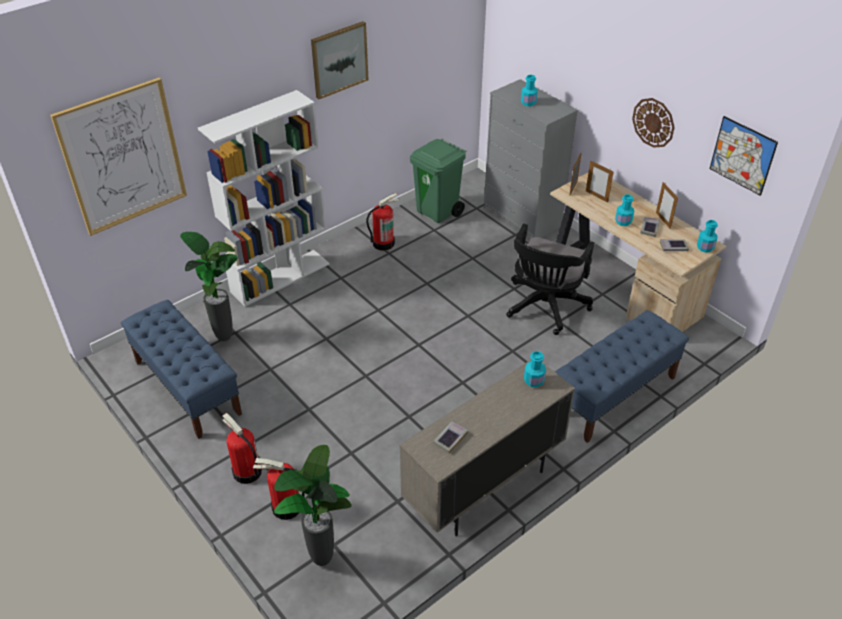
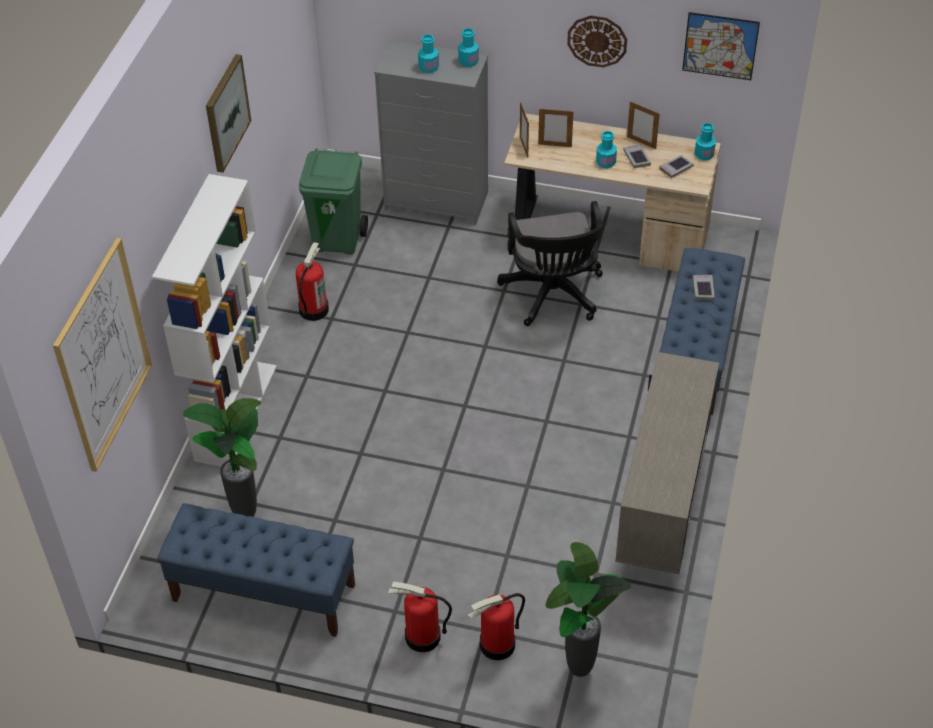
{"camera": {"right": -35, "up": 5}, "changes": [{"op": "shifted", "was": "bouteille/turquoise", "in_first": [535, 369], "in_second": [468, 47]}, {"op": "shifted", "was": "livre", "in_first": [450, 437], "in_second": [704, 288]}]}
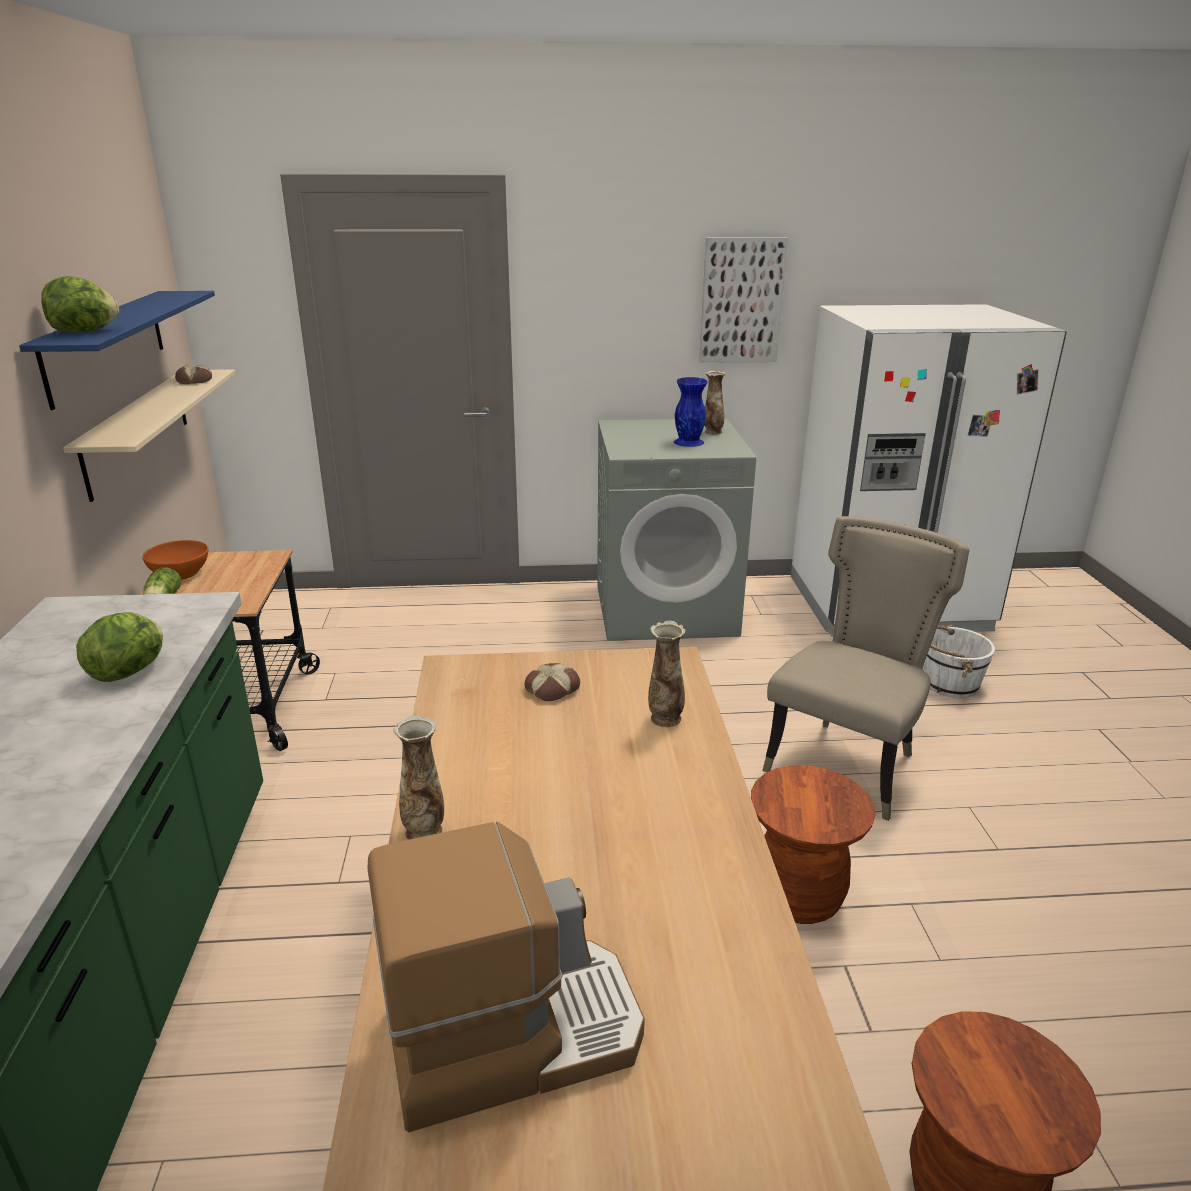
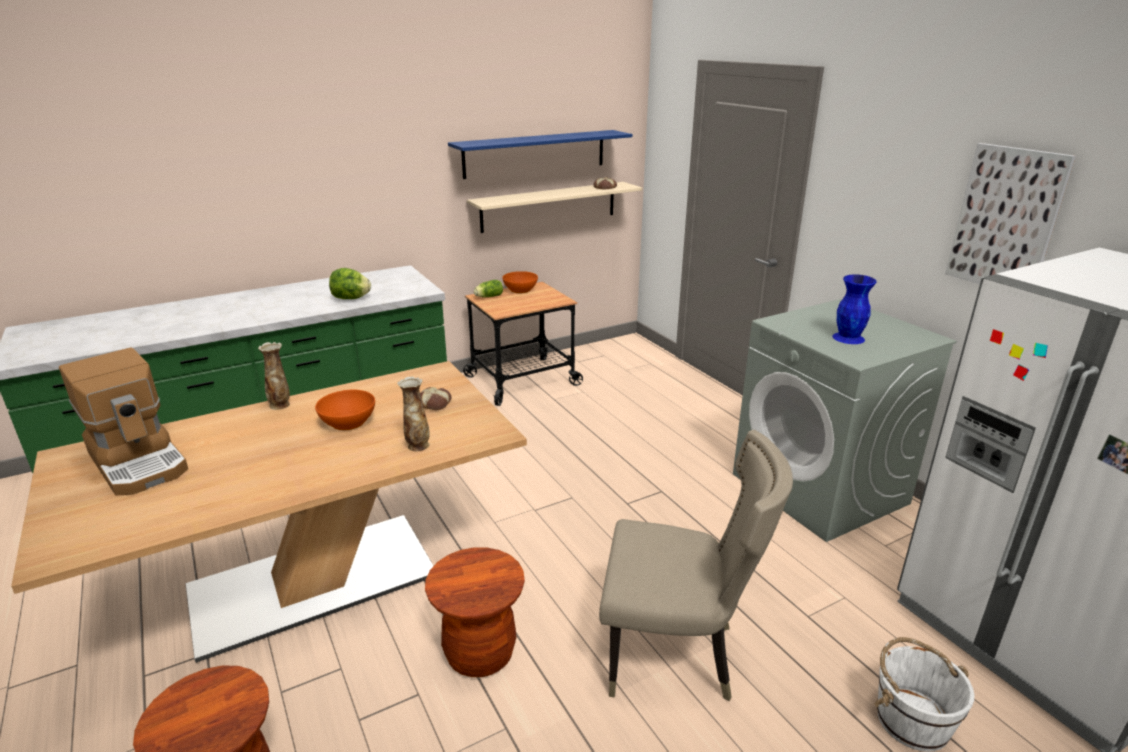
{"camera": {"right": 65, "up": 0}, "changes": [{"op": "new", "now": "bol/orange", "in_second": [345, 410]}, {"op": "gone", "was": "laitue", "in_first": [80, 304]}, {"op": "gone", "was": "vase", "in_first": [714, 403]}]}
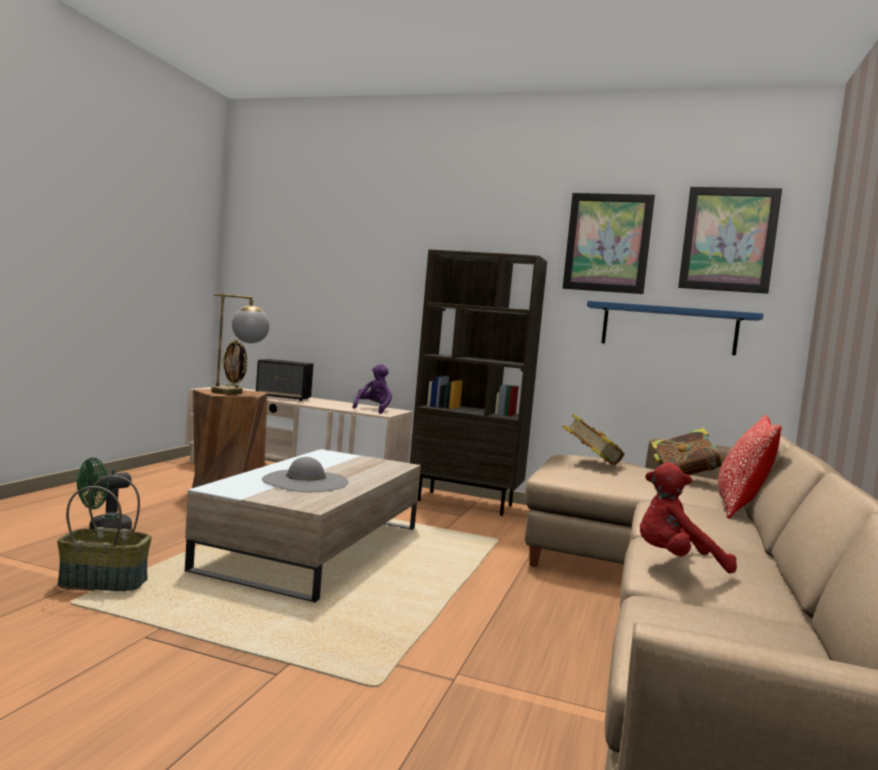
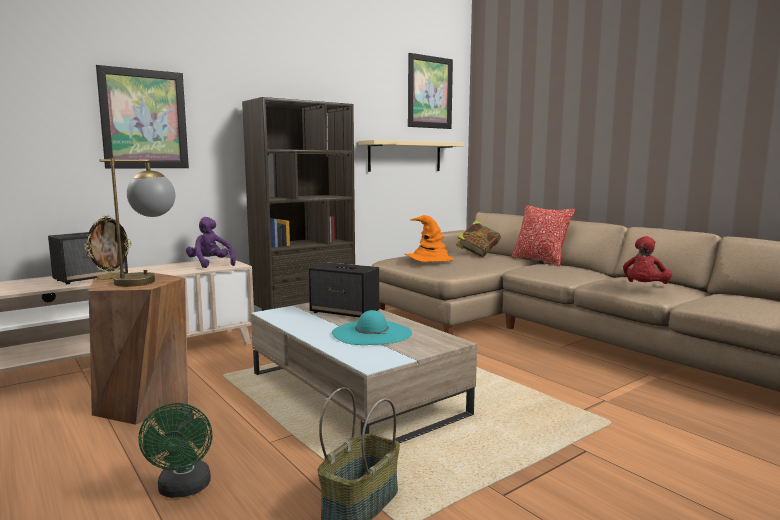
{"camera": {"right": -55, "up": 5}, "changes": [{"op": "shifted", "was": "tableau", "in_first": [609, 243], "in_second": [142, 117]}, {"op": "new", "now": "enceinte", "in_second": [344, 290]}, {"op": "repainted", "was": "chapeau/gris", "now": "chapeau/turquoise", "in_first": [305, 474], "in_second": [372, 327]}, {"op": "repainted", "was": "étagère/bleu", "now": "étagère/beige", "in_first": [675, 328], "in_second": [411, 156]}, {"op": "swapped", "was": "livre", "now": "chapeau/orange", "in_first": [593, 439], "in_second": [429, 238]}]}
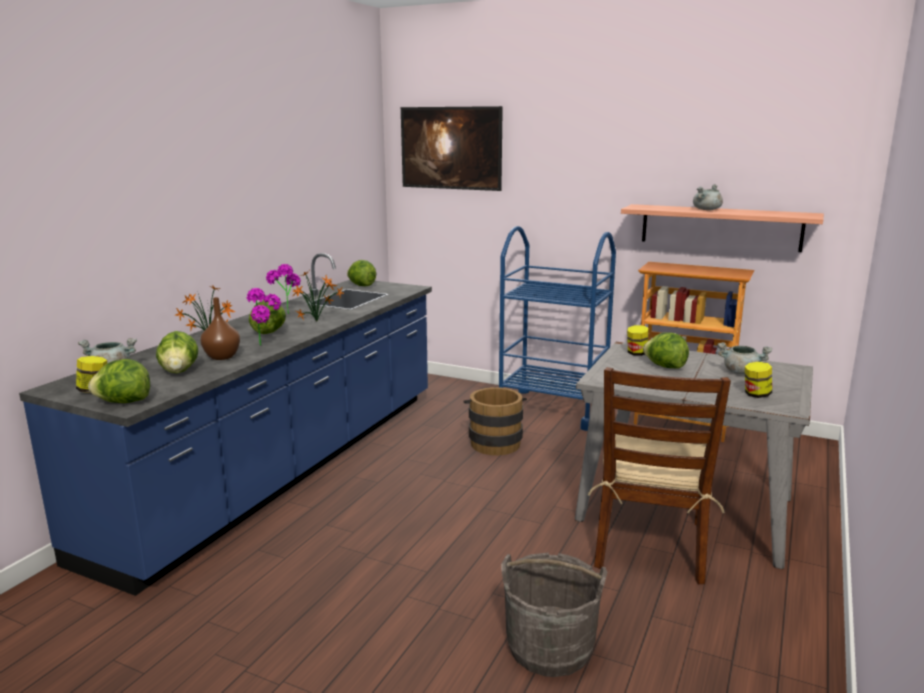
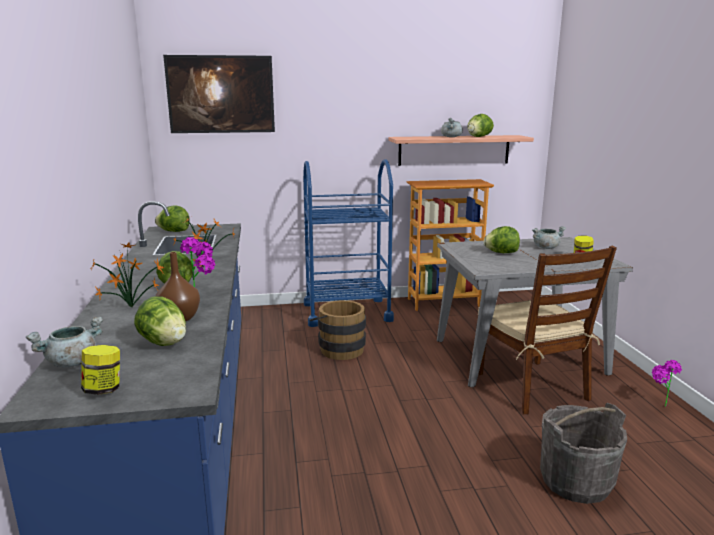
{"camera": {"right": -35, "up": 0}, "changes": [{"op": "shifted", "was": "laitue", "in_first": [119, 381], "in_second": [480, 125]}, {"op": "shifted", "was": "plante en pot", "in_first": [283, 289], "in_second": [667, 383]}, {"op": "gone", "was": "bocal", "in_first": [638, 340]}]}
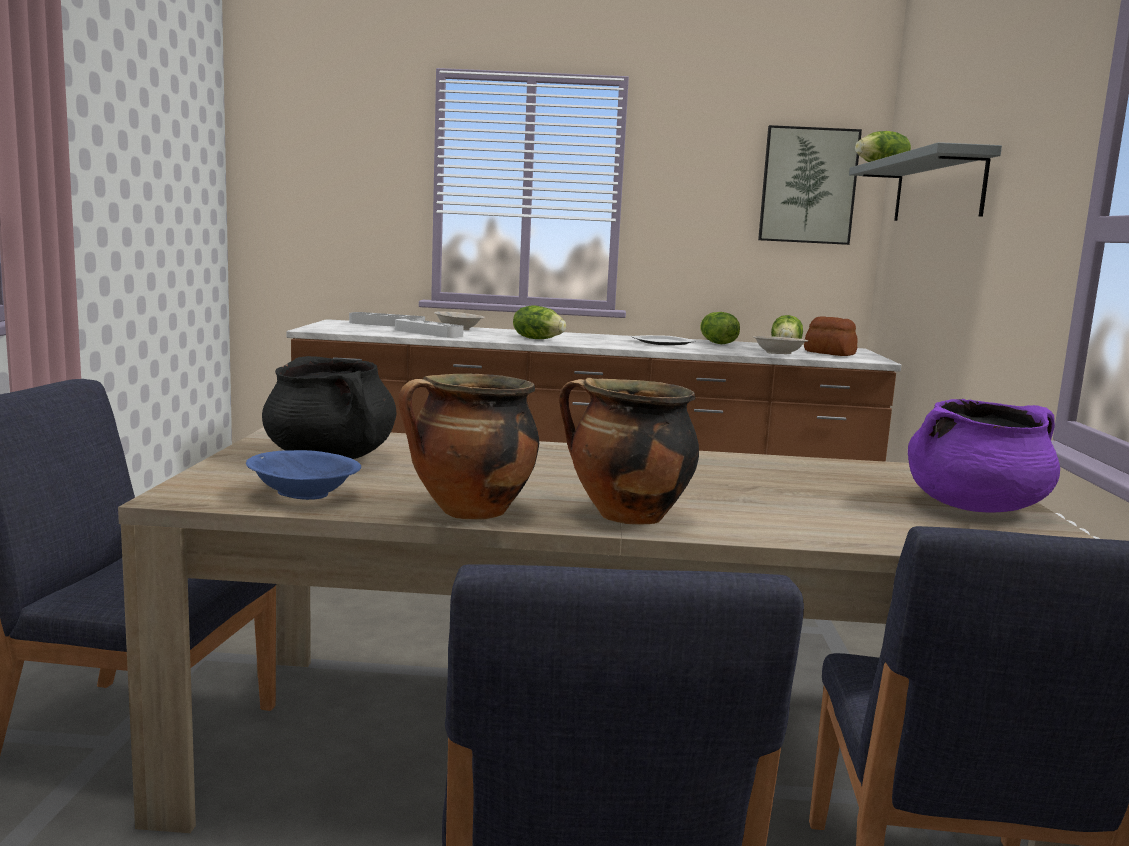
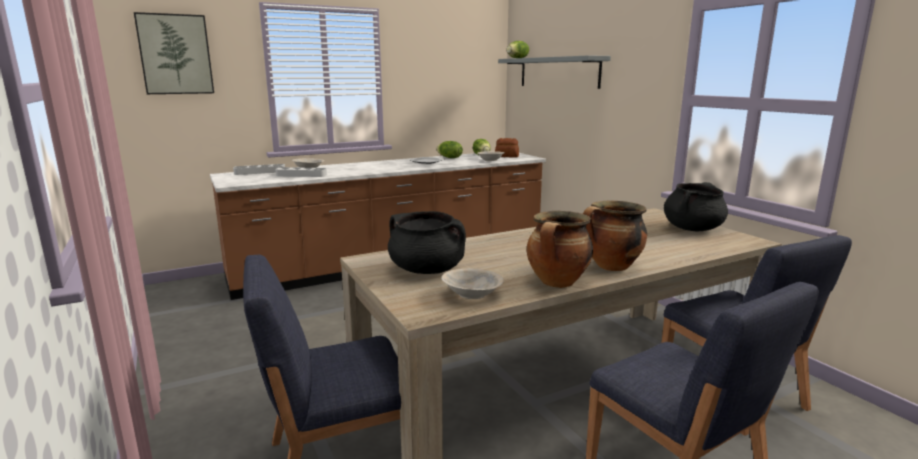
{"camera": {"right": -30, "up": 5}, "changes": [{"op": "shifted", "was": "tableau", "in_first": [810, 185], "in_second": [174, 53]}, {"op": "repainted", "was": "bol/bleu", "now": "bol/beige", "in_first": [303, 475], "in_second": [472, 284]}, {"op": "repainted", "was": "marmite/violet", "now": "marmite/noir", "in_first": [984, 456], "in_second": [696, 206]}, {"op": "gone", "was": "laitue", "in_first": [539, 322]}]}
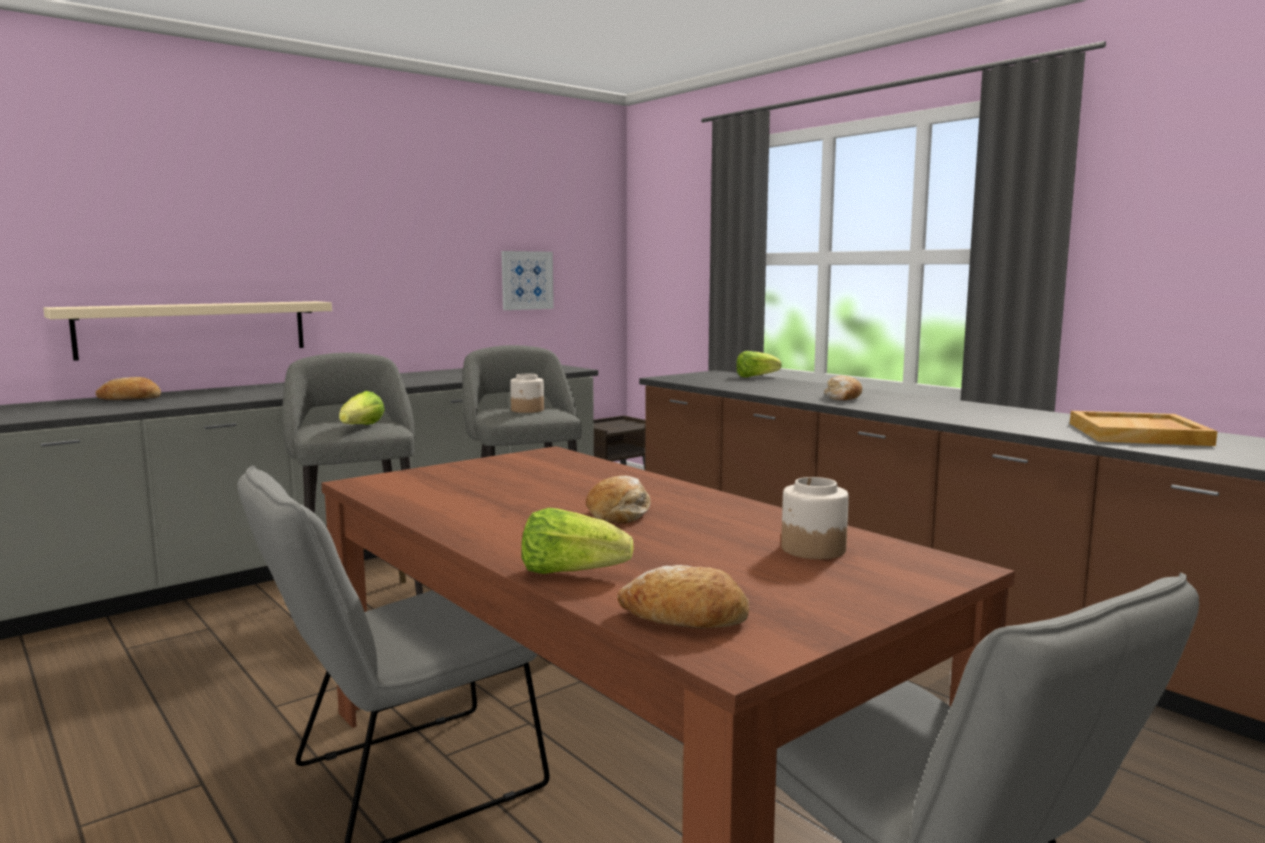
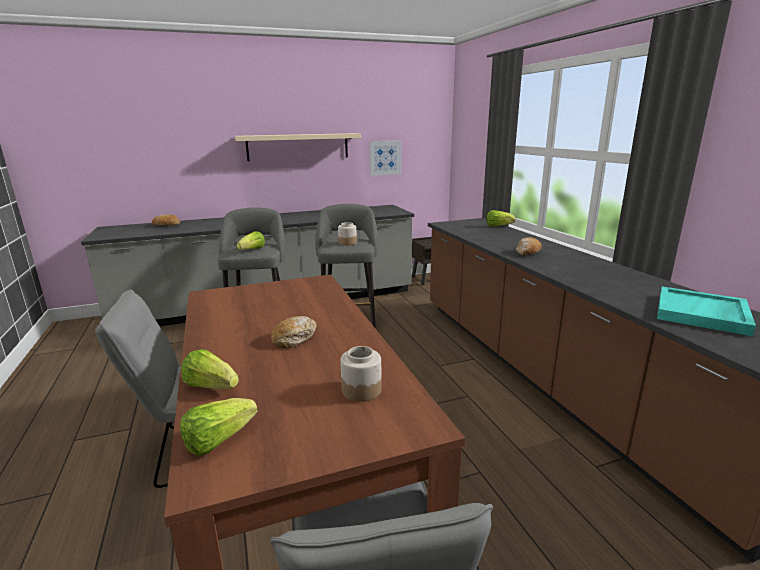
{"camera": {"right": 20, "up": 10}, "changes": [{"op": "swapped", "was": "pain", "now": "laitue", "in_first": [683, 597], "in_second": [219, 427]}, {"op": "shifted", "was": "étagère/beige", "in_first": [187, 331], "in_second": [298, 147]}, {"op": "repainted", "was": "plateau/beige", "now": "plateau/turquoise", "in_first": [1143, 428], "in_second": [706, 311]}]}
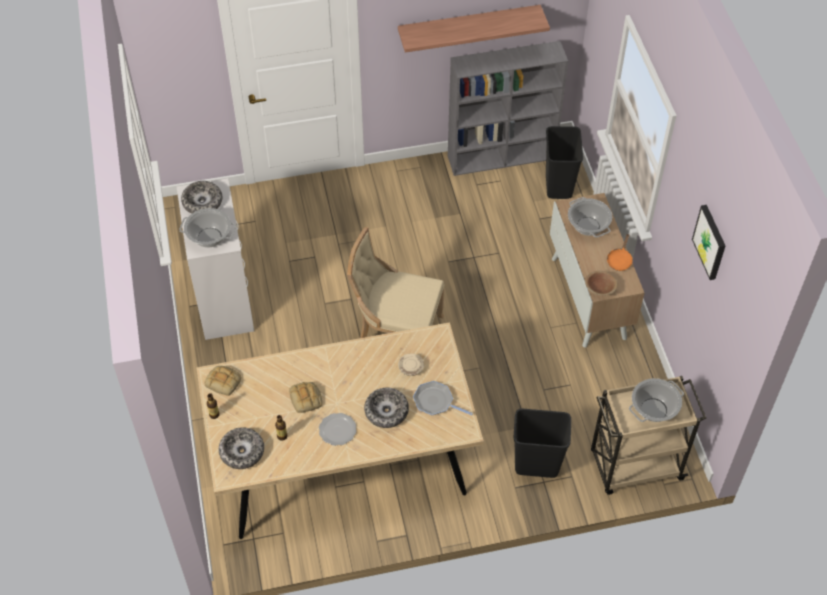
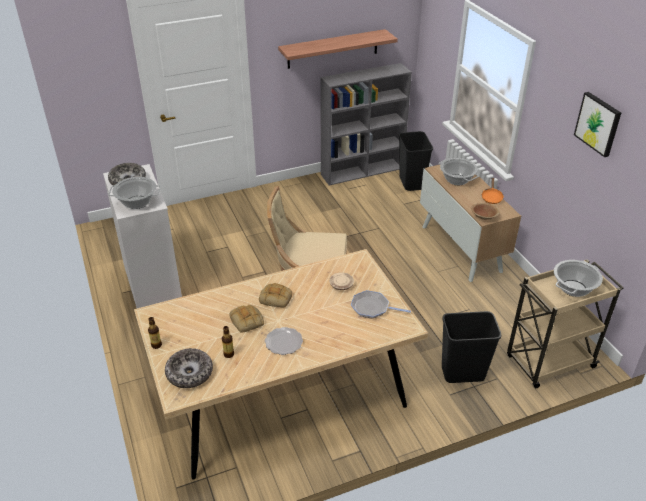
{"camera": {"right": -10, "up": -15}, "changes": [{"op": "shifted", "was": "pain", "in_first": [223, 381], "in_second": [275, 295]}, {"op": "gone", "was": "bol", "in_first": [386, 408]}]}
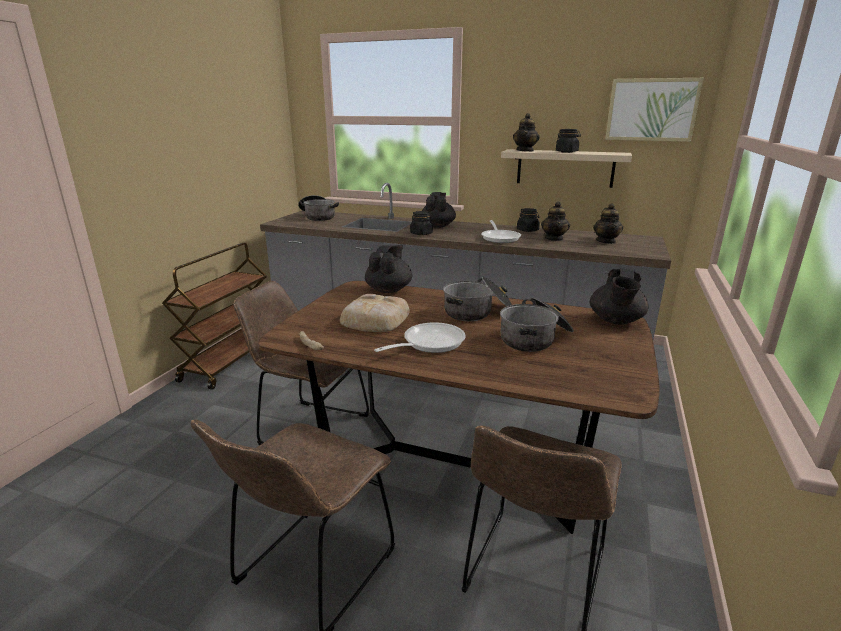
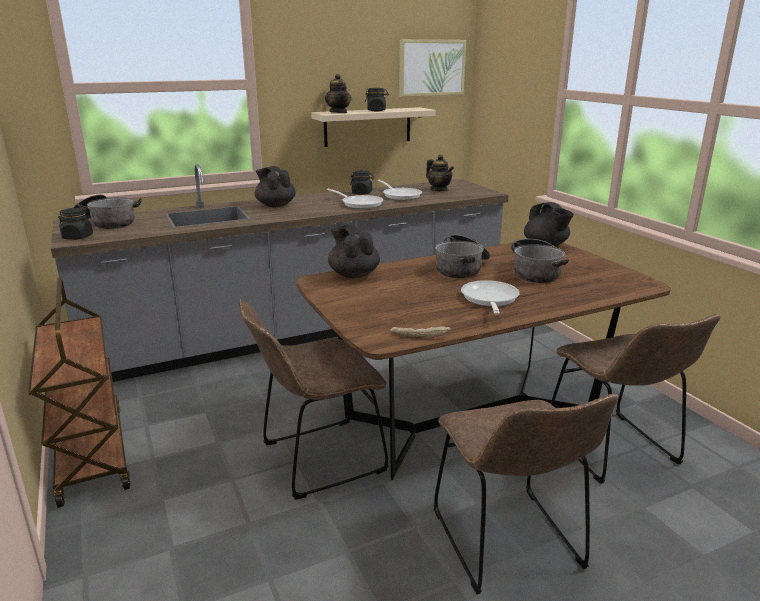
{"camera": {"right": -45, "up": 0}, "changes": [{"op": "shifted", "was": "bocal/noir", "in_first": [421, 223], "in_second": [75, 223]}, {"op": "swapped", "was": "théière", "now": "poêle", "in_first": [555, 221], "in_second": [400, 190]}, {"op": "gone", "was": "pain", "in_first": [375, 313]}]}
